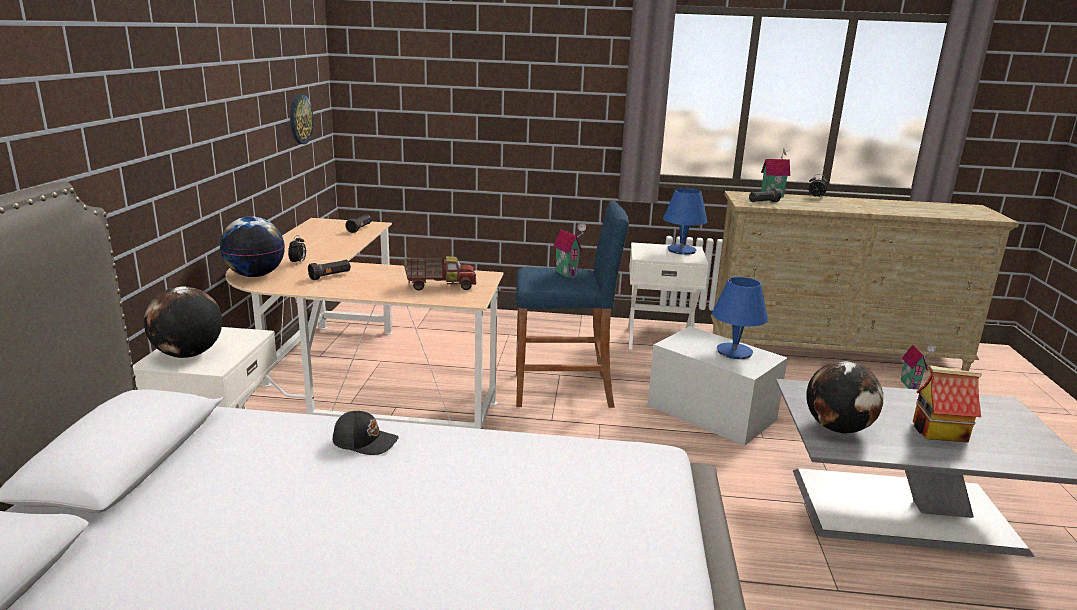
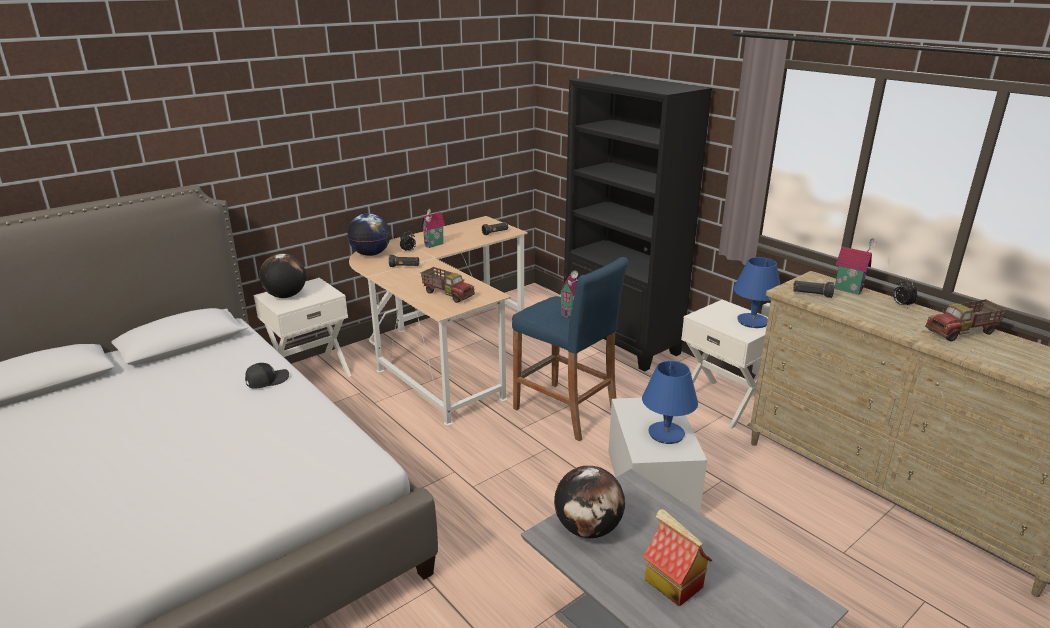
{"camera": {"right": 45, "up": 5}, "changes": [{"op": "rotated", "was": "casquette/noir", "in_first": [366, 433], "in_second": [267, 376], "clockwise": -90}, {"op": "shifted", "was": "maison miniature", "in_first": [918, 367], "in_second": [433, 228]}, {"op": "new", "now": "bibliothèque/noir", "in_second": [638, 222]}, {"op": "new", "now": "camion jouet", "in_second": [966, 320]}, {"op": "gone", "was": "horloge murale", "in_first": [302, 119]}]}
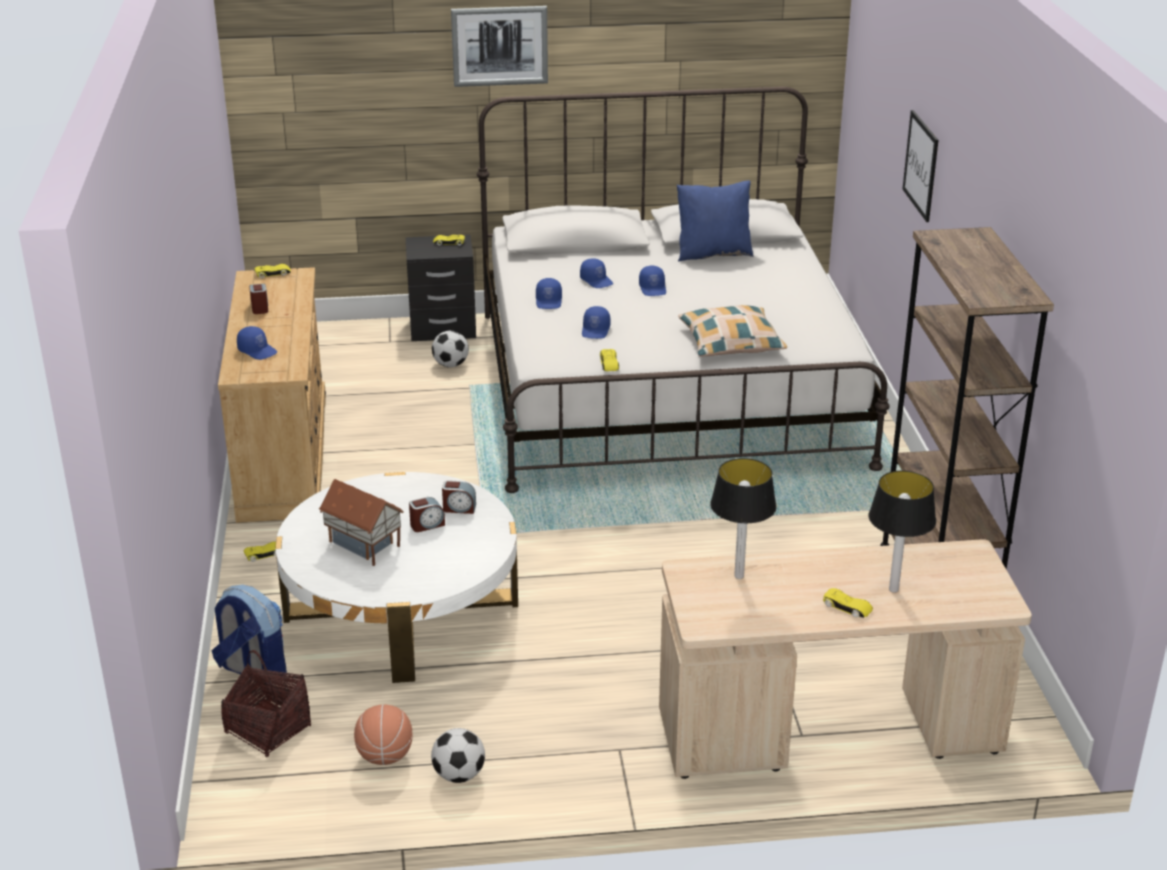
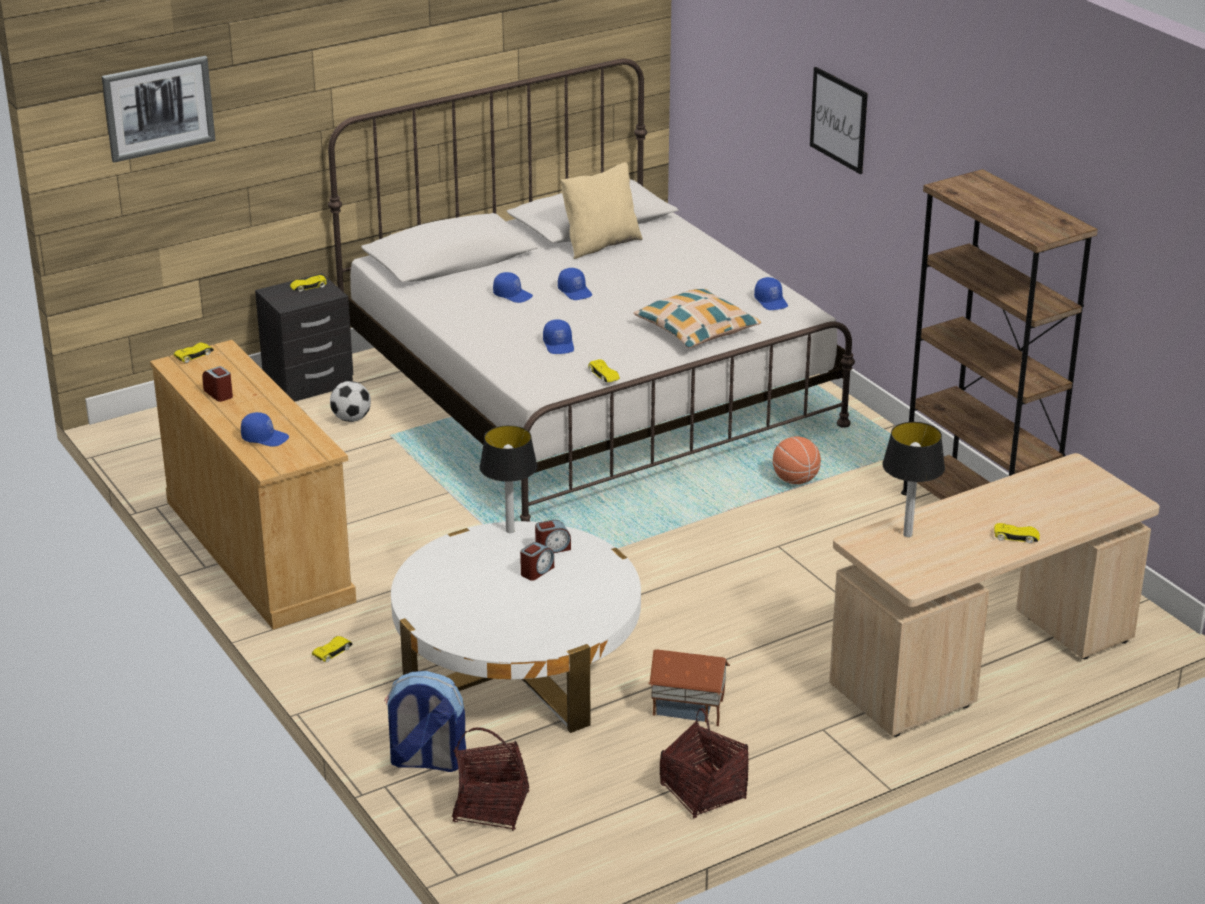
{"camera": {"right": -25, "up": 0}, "changes": [{"op": "shifted", "was": "tableau", "in_first": [499, 46], "in_second": [158, 109]}, {"op": "shifted", "was": "lampe de table", "in_first": [902, 532], "in_second": [509, 479]}, {"op": "repainted", "was": "coussin/bleu", "now": "coussin/beige", "in_first": [715, 220], "in_second": [601, 210]}, {"op": "shifted", "was": "maison miniature", "in_first": [361, 522], "in_second": [689, 687]}, {"op": "swapped", "was": "ballon de foot", "now": "panier", "in_first": [458, 755], "in_second": [704, 763]}, {"op": "shifted", "was": "casquette/bleu", "in_first": [549, 293], "in_second": [771, 293]}, {"op": "shifted", "was": "ballon de basket", "in_first": [383, 735], "in_second": [797, 460]}]}
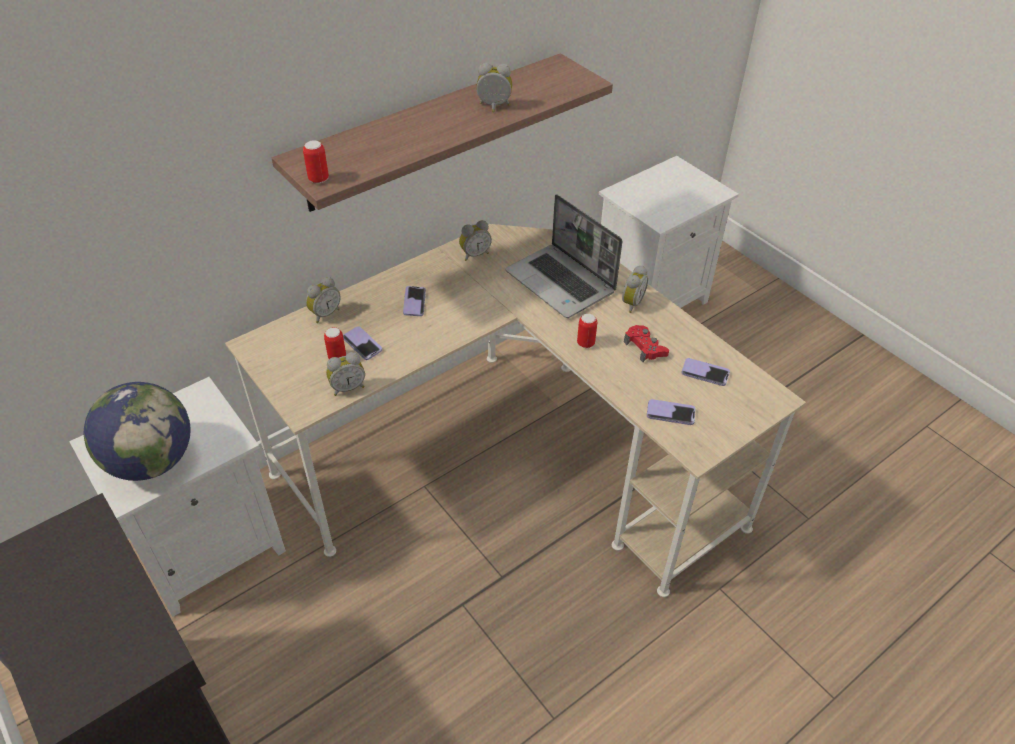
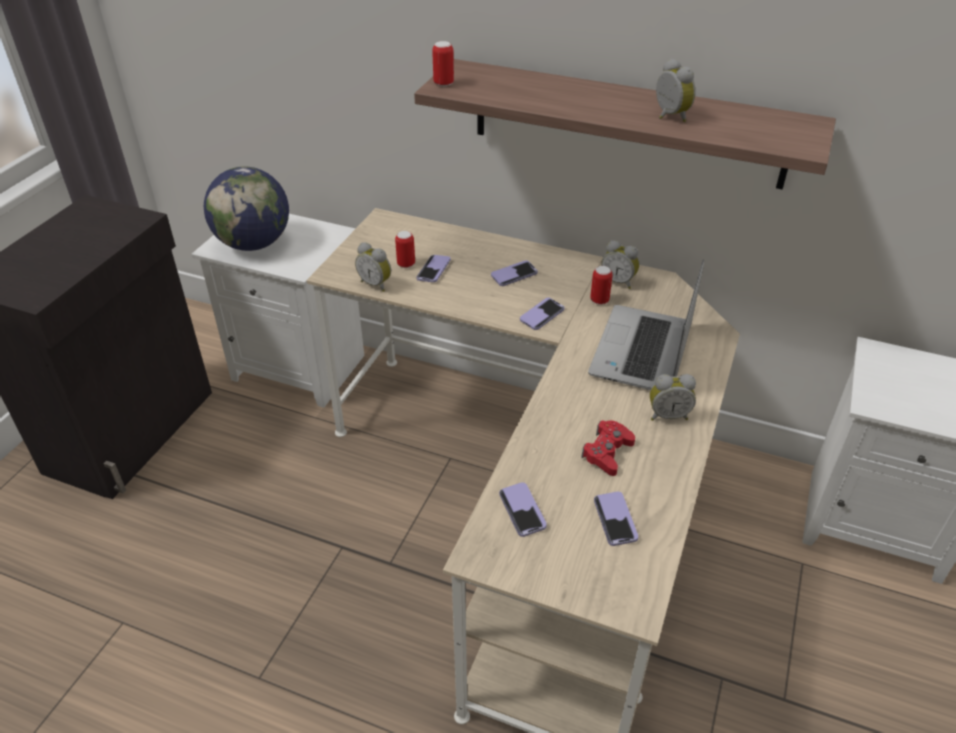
{"camera": {"right": 60, "up": -5}, "changes": [{"op": "new", "now": "téléphone", "in_second": [542, 314]}, {"op": "shifted", "was": "boîte métallique", "in_first": [587, 331], "in_second": [601, 285]}, {"op": "gone", "was": "réveil", "in_first": [323, 300]}]}
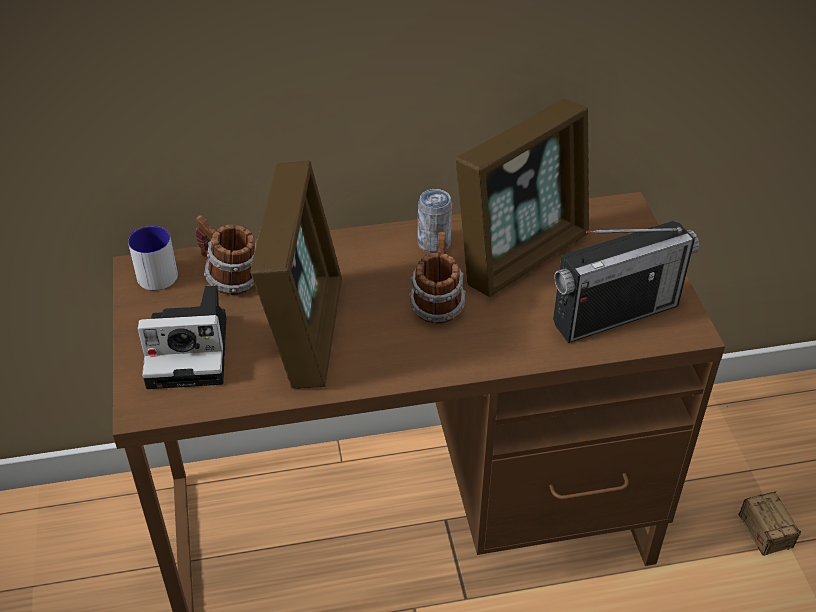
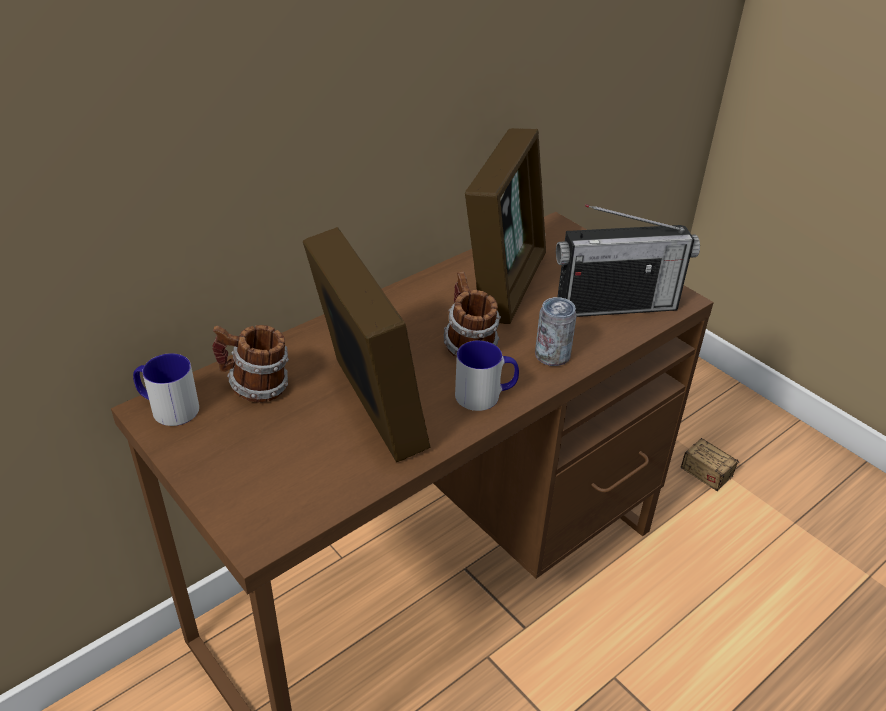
{"camera": {"right": -30, "up": -5}, "changes": [{"op": "new", "now": "mug", "in_second": [487, 375]}, {"op": "shifted", "was": "boîte métallique", "in_first": [435, 221], "in_second": [556, 331]}, {"op": "rotated", "was": "radio", "in_first": [626, 282], "in_second": [628, 260], "clockwise": 45}, {"op": "gone", "was": "appareil photo", "in_first": [182, 337]}]}
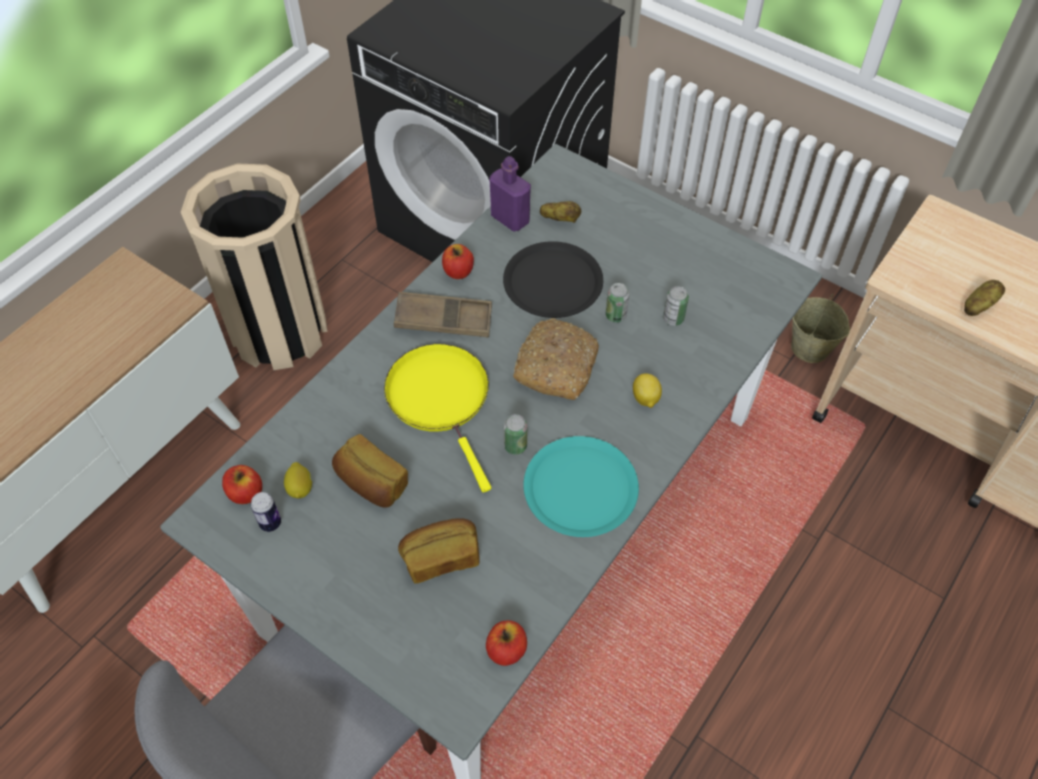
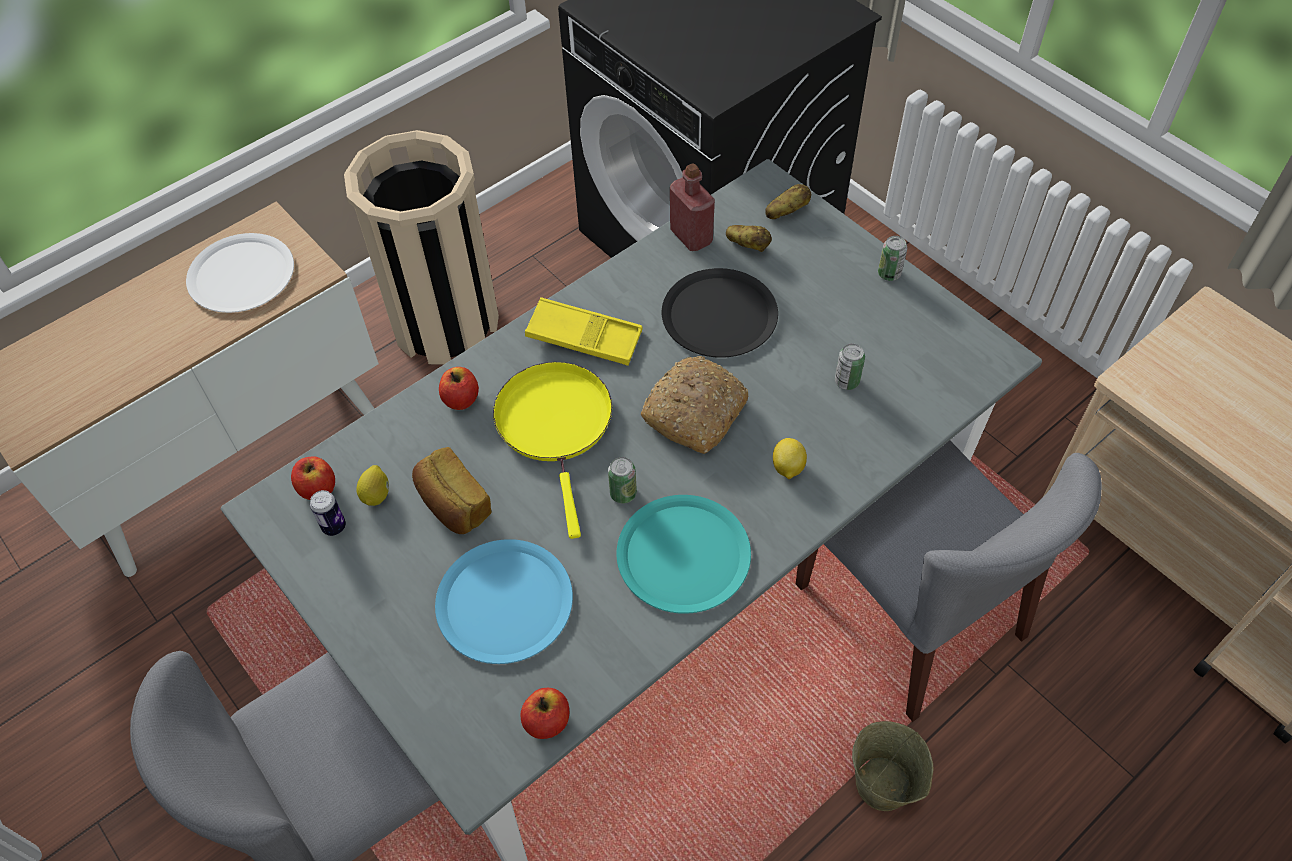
{"camera": {"right": 15, "up": 0}, "changes": [{"op": "new", "now": "assiette/blanc", "in_second": [240, 273]}, {"op": "swapped", "was": "pain", "now": "assiette/bleu", "in_first": [439, 551], "in_second": [504, 601]}, {"op": "shifted", "was": "pomme", "in_first": [458, 261], "in_second": [459, 388]}, {"op": "repainted", "was": "plateau/marron", "now": "plateau/jaune", "in_first": [443, 315], "in_second": [583, 331]}, {"op": "repainted", "was": "bouteille/violet", "now": "bouteille/rouge", "in_first": [510, 193], "in_second": [692, 207]}, {"op": "shifted", "was": "pomme de terre", "in_first": [984, 298], "in_second": [788, 201]}, {"op": "new", "now": "chaise/gris", "in_second": [949, 581]}, {"op": "shifted", "was": "seau/beige", "in_first": [820, 328], "in_second": [893, 766]}, {"op": "shifted", "was": "boîte métallique", "in_first": [618, 303], "in_second": [892, 258]}]}
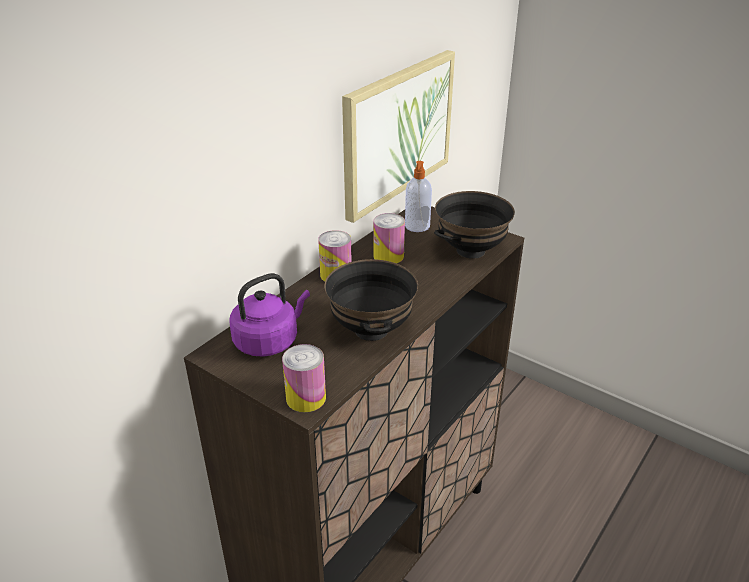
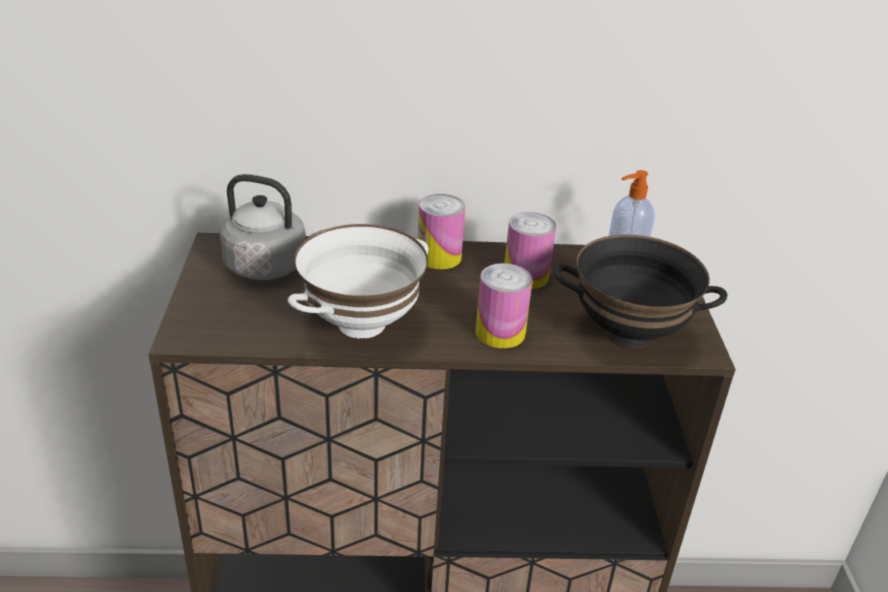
{"camera": {"right": 50, "up": 0}, "changes": [{"op": "repainted", "was": "bouilloire/violet", "now": "bouilloire/gris", "in_first": [269, 315], "in_second": [272, 227]}, {"op": "repainted", "was": "bol/noir", "now": "bol/blanc", "in_first": [371, 300], "in_second": [358, 281]}, {"op": "shifted", "was": "boîte métallique", "in_first": [304, 378], "in_second": [504, 305]}, {"op": "gone", "was": "tableau", "in_first": [398, 136]}]}
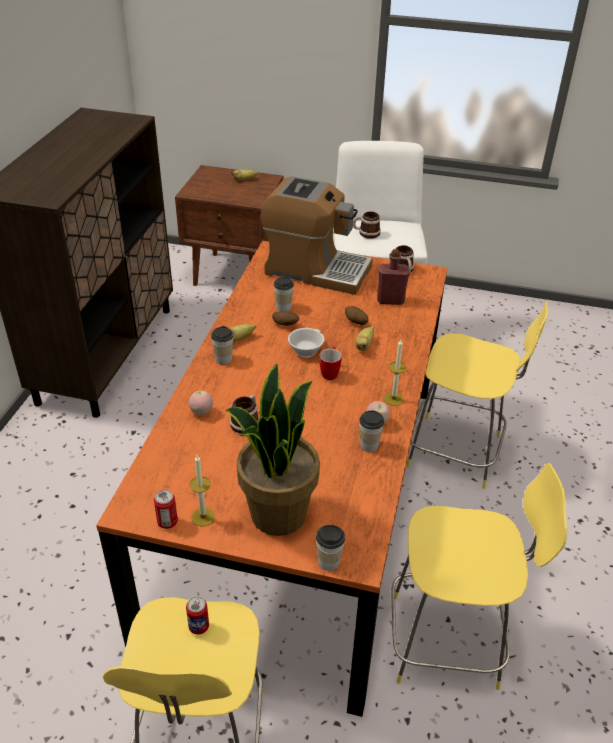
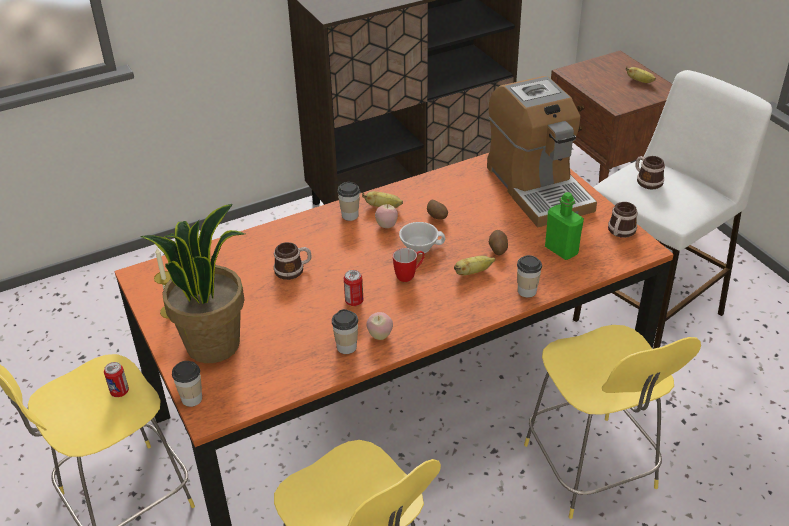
{"camera": {"right": 50, "up": 0}, "changes": [{"op": "shifted", "was": "boîte métallique", "in_first": [166, 509], "in_second": [353, 288]}, {"op": "shifted", "was": "pomme", "in_first": [201, 403], "in_second": [386, 216]}, {"op": "shifted", "was": "tasse", "in_first": [284, 294], "in_second": [529, 276]}, {"op": "repainted", "was": "bouteille/rouge", "now": "bouteille/vert", "in_first": [393, 277], "in_second": [564, 226]}, {"op": "gone", "was": "bougie", "in_first": [395, 373]}]}
